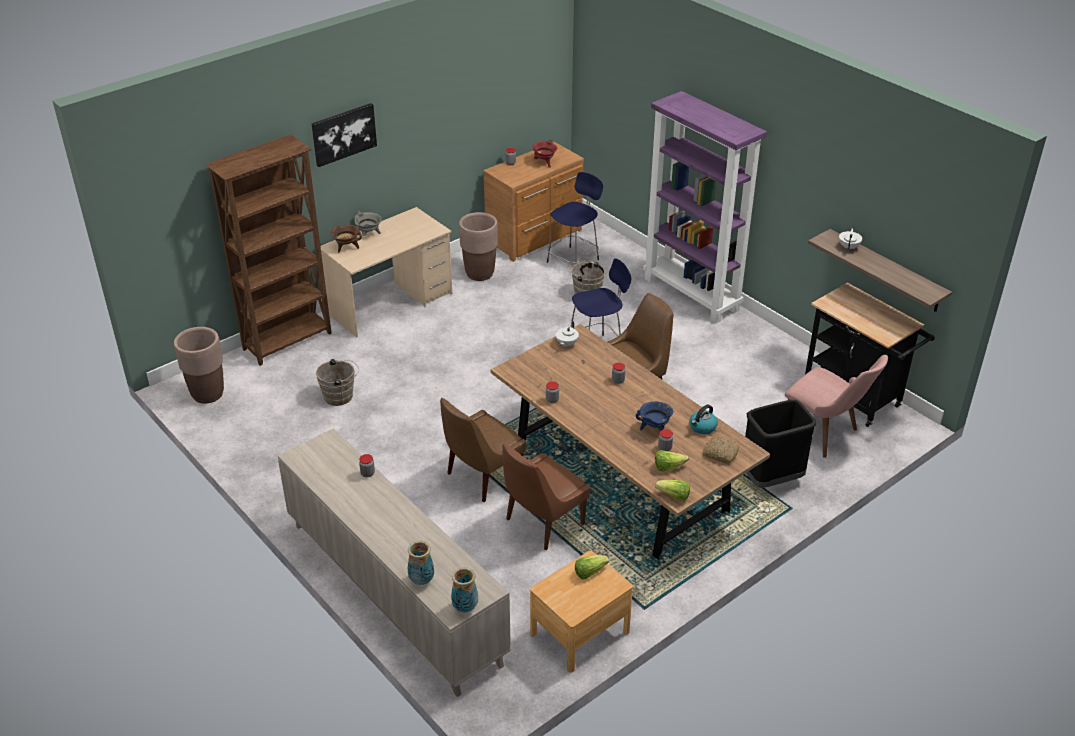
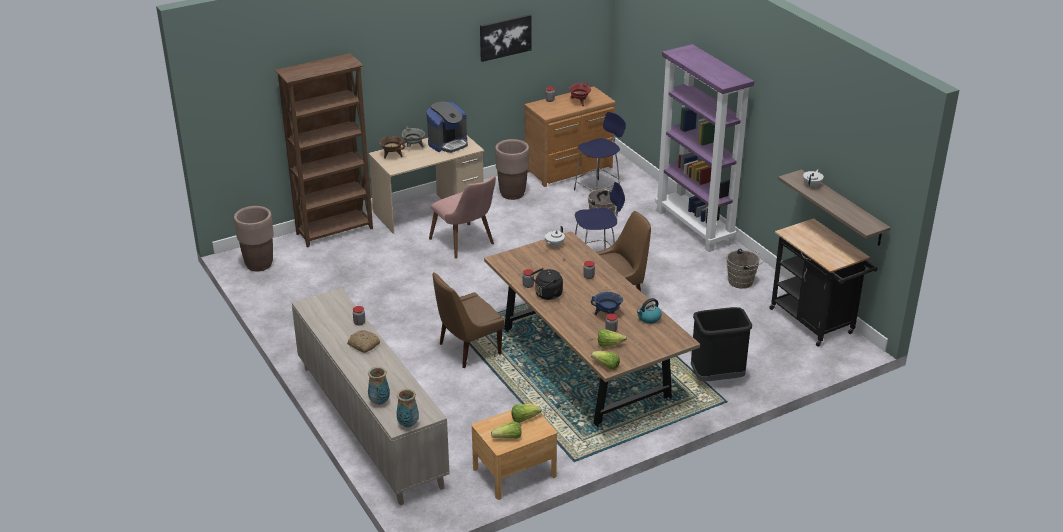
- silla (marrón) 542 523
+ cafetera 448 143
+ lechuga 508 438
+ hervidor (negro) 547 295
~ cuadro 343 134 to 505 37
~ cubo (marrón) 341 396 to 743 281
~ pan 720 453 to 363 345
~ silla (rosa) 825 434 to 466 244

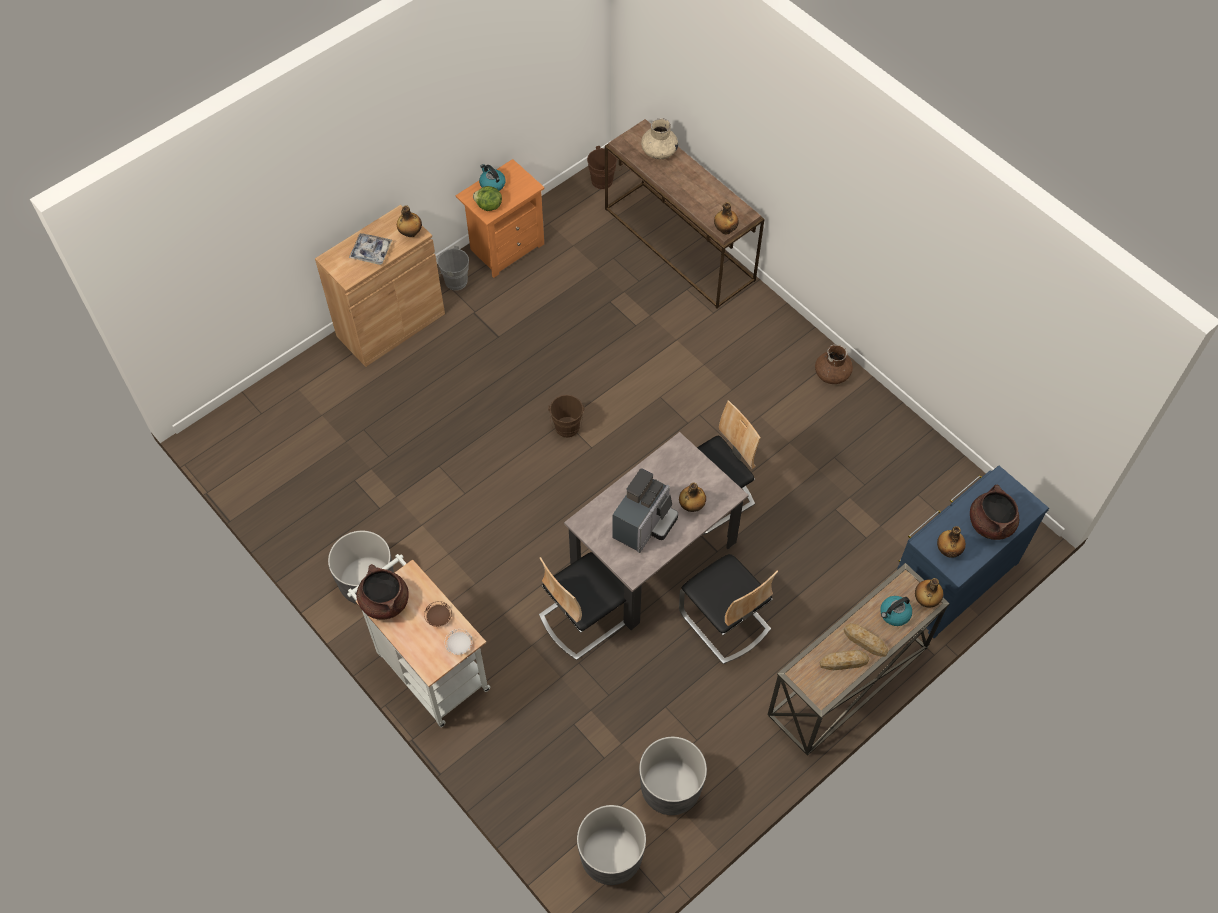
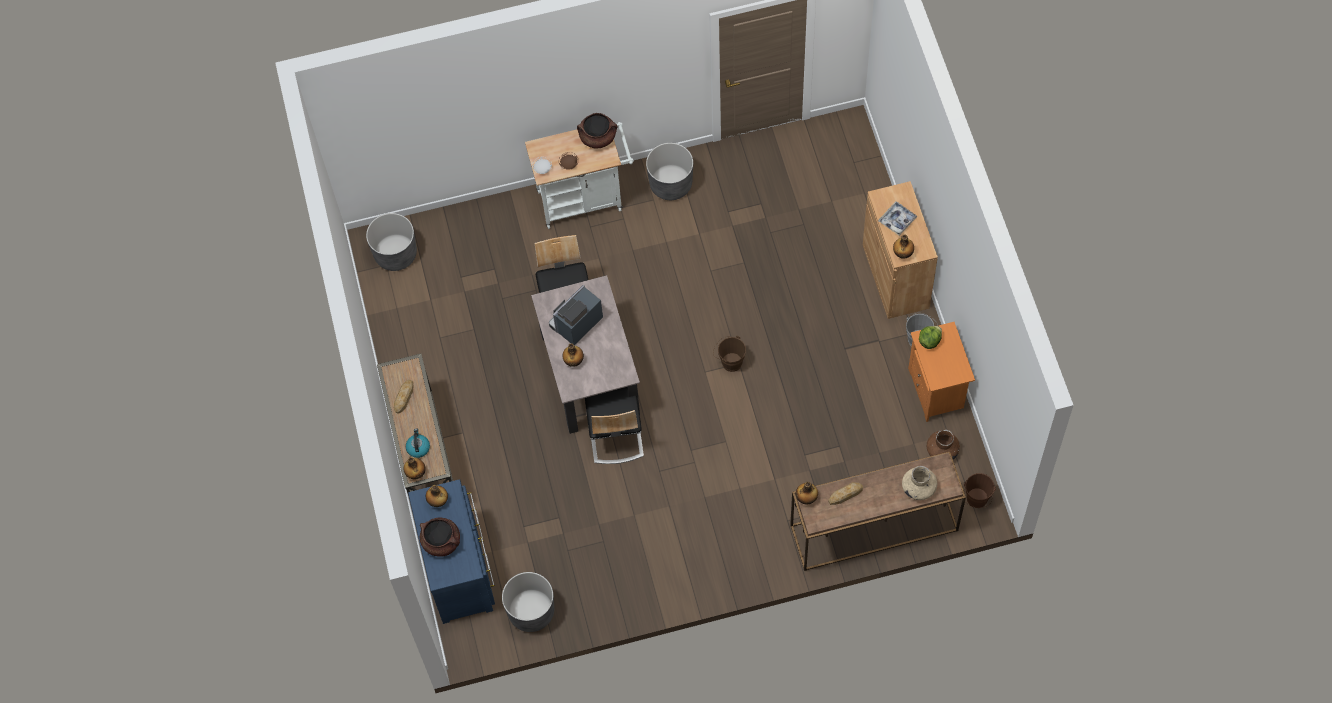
- hervidor 492 184
- silla 724 621
~ maceta (gris) 670 788 to 531 611
~ florero (marrón) 832 374 to 942 450
~ pan 865 641 to 845 494
~ cafetera 644 525 = 575 324 75 degrees clockwise

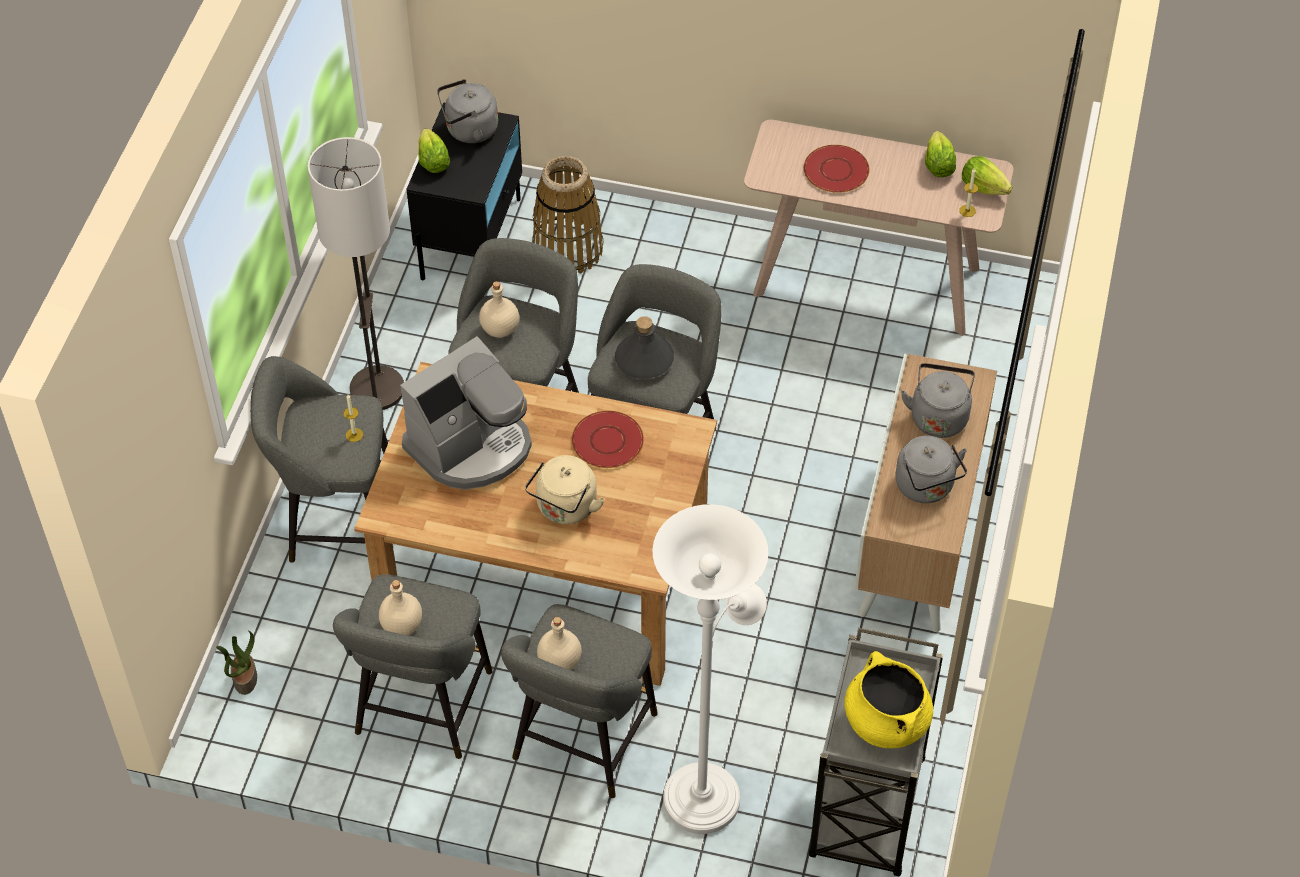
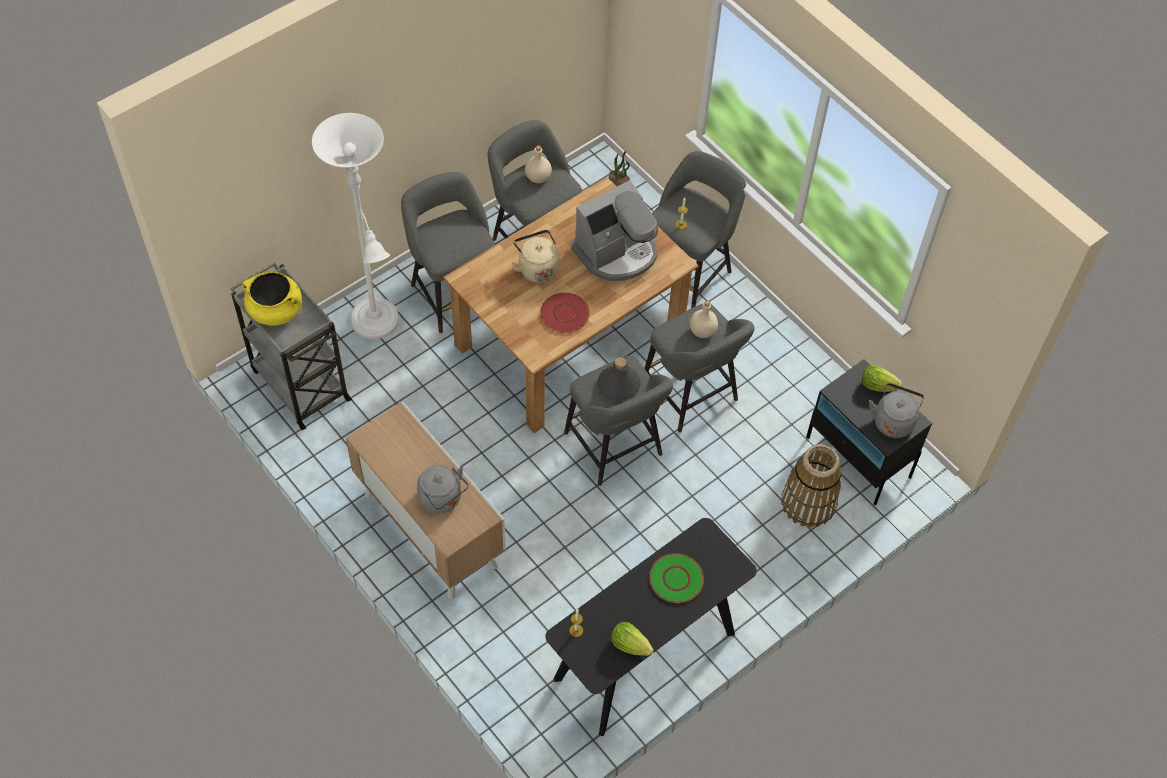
- lámpara de pie 377 389
- botella (beis) 559 661
- hervidor (gris) 926 487
- lechuga 983 187
~ mesa consola (beis) 867 280 to mesa consola (negro) 645 656
~ plato (rojo) 836 170 to plato (verde) 676 579
~ cafetera 471 446 = 616 253 120 degrees counterclockwise

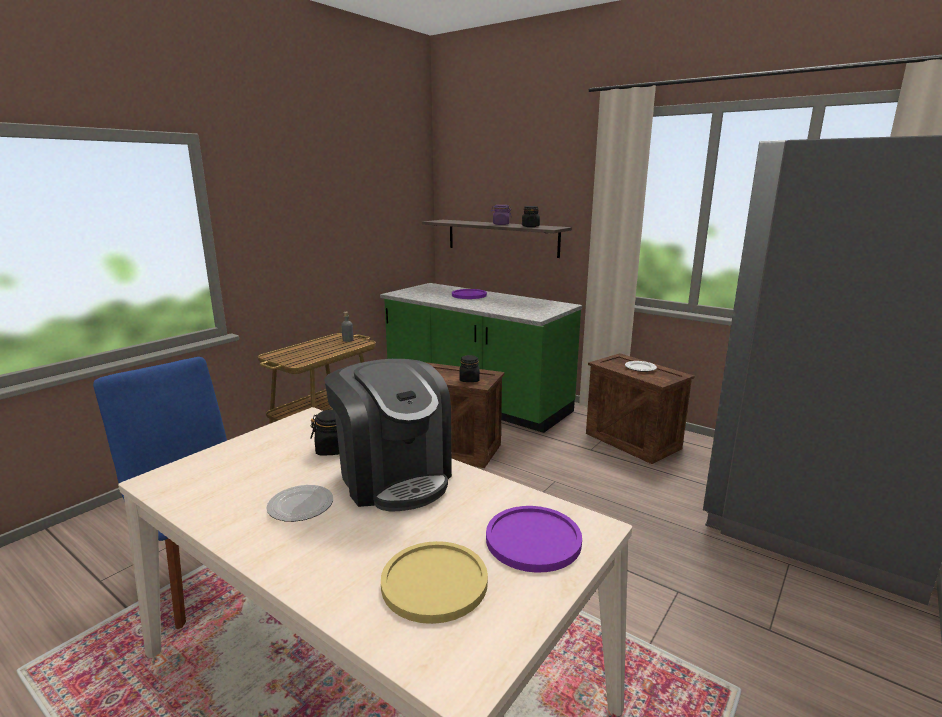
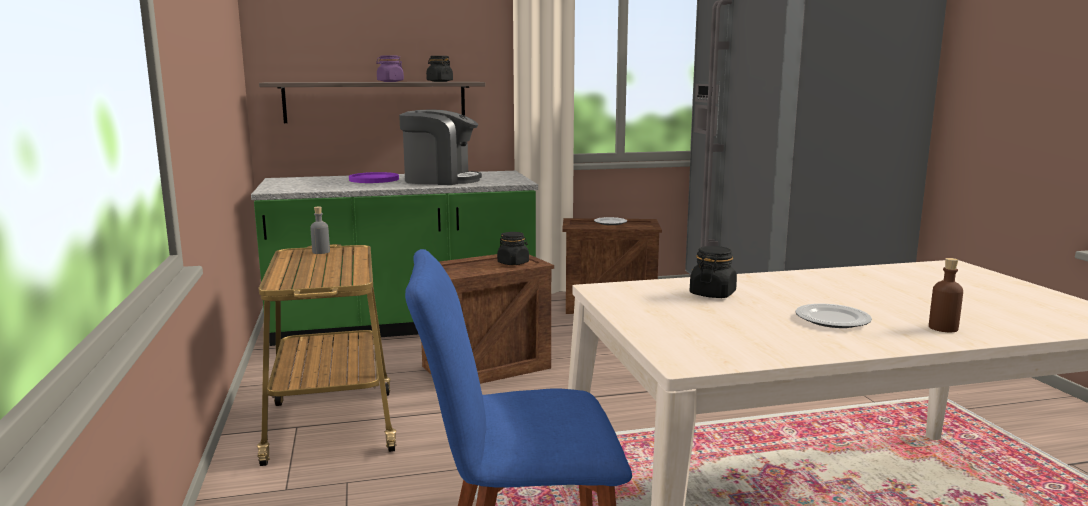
- plato (amarillo) 434 582
- plato (morado) 533 540
+ botella (marrón) 943 328
~ cafetera 393 476 to 440 180

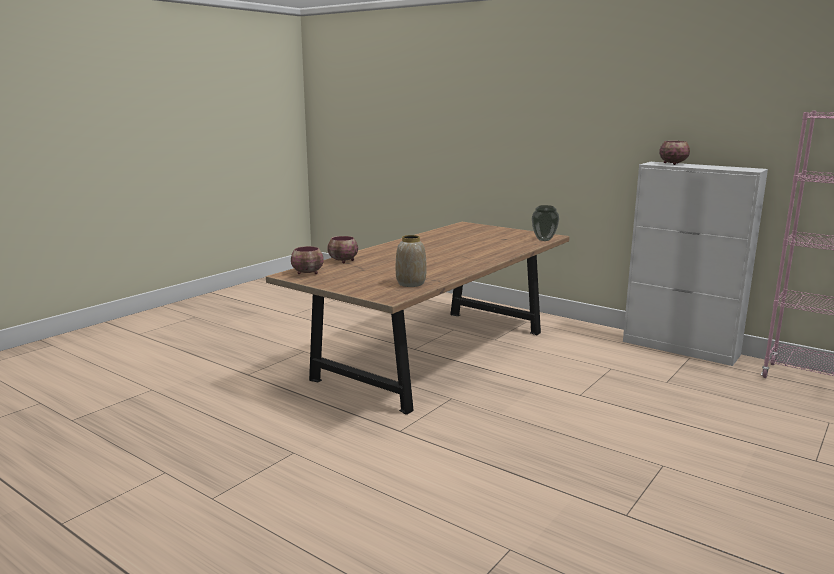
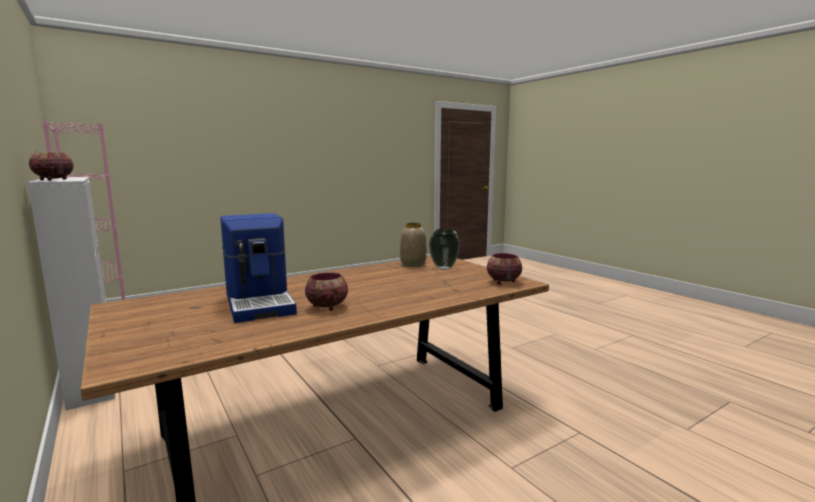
+ cafetera 260 303
~ cuenco 343 261 to 327 307
~ florero 544 240 to 443 268

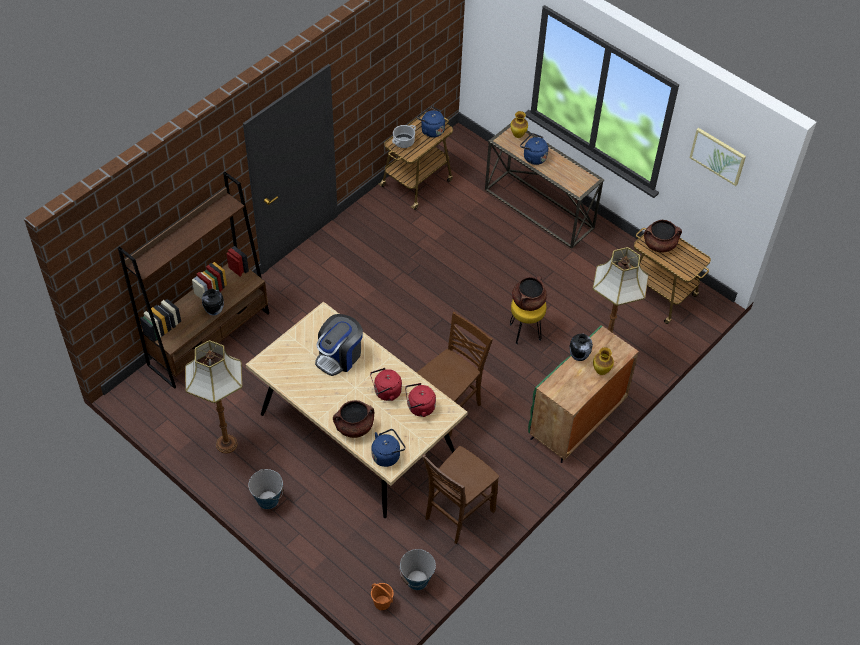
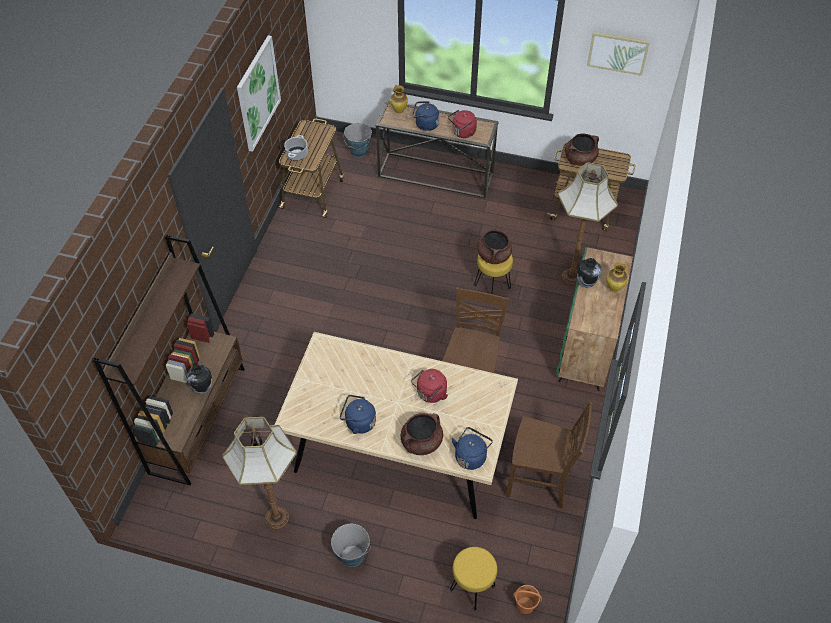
- cafetera 339 356
+ cuadro 258 93
+ taburete (amarillo) 472 588
~ cubo 417 580 to 359 151
~ hervidor (rojo) 419 408 to 462 133
~ hervidor (azul) 431 130 to 358 422
~ silla (marrón) 457 514 = 539 483 90 degrees counterclockwise

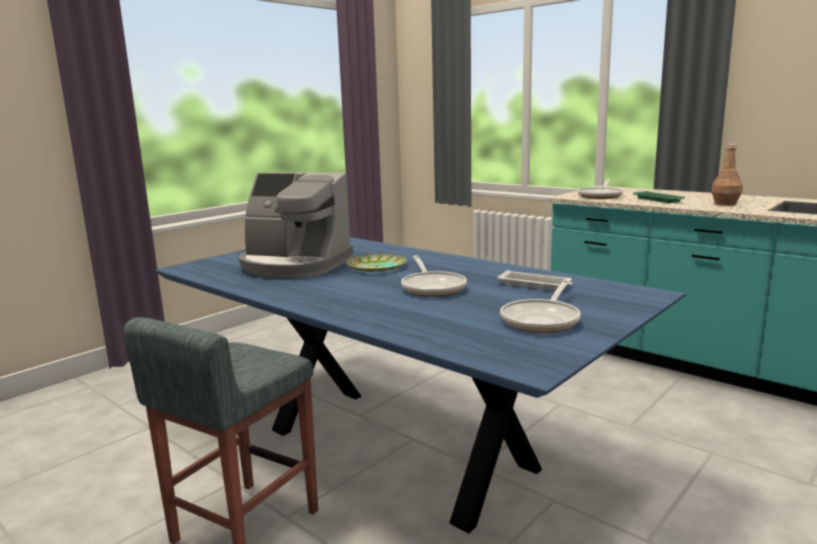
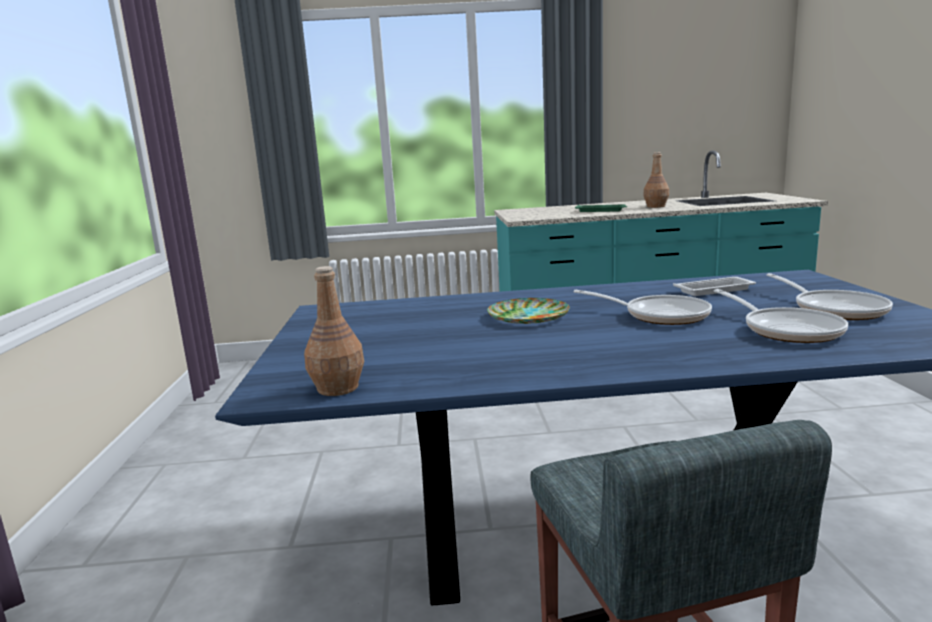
- cafetera 294 265
+ botella (marrón) 337 388
~ sartén 601 196 to 786 330

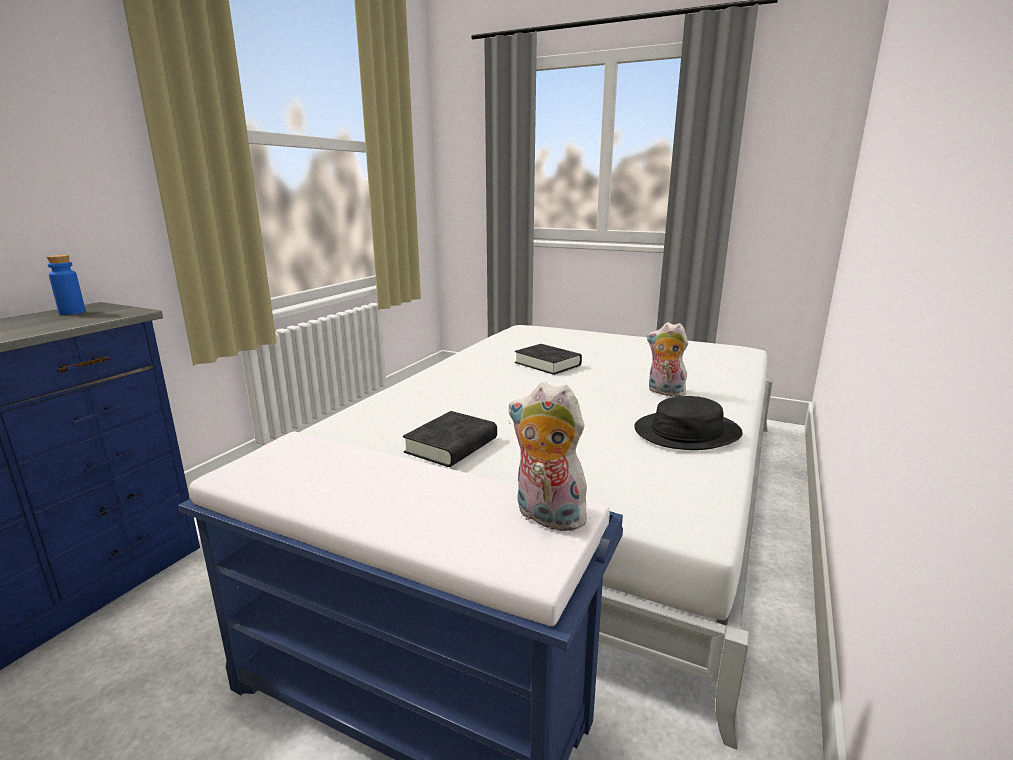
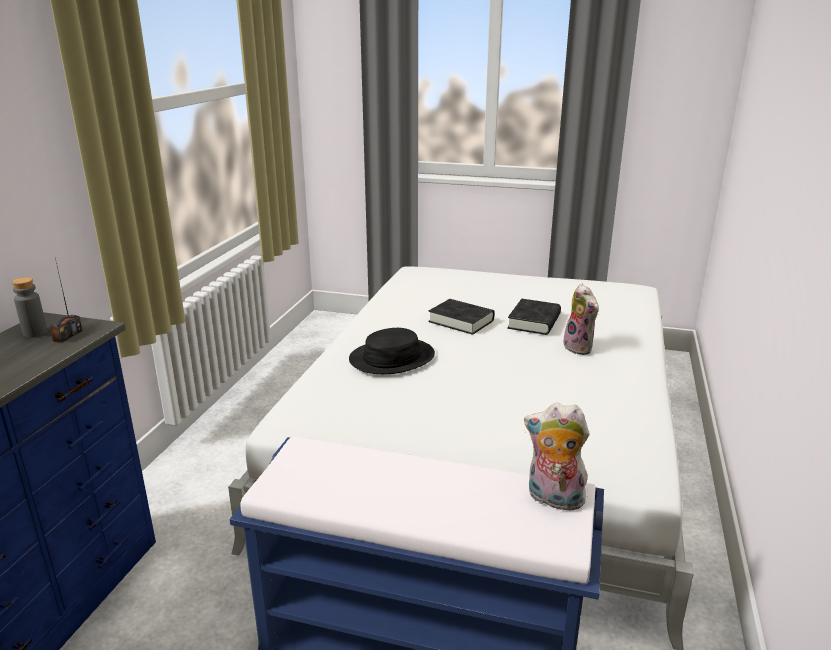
+ radio 67 336
~ libro (negro) 451 445 to 534 322
~ sombrero (negro) 686 432 to 392 358
~ botella (azul) 72 312 to botella (gris) 35 333
~ peluche 664 392 = 580 348 135 degrees counterclockwise

